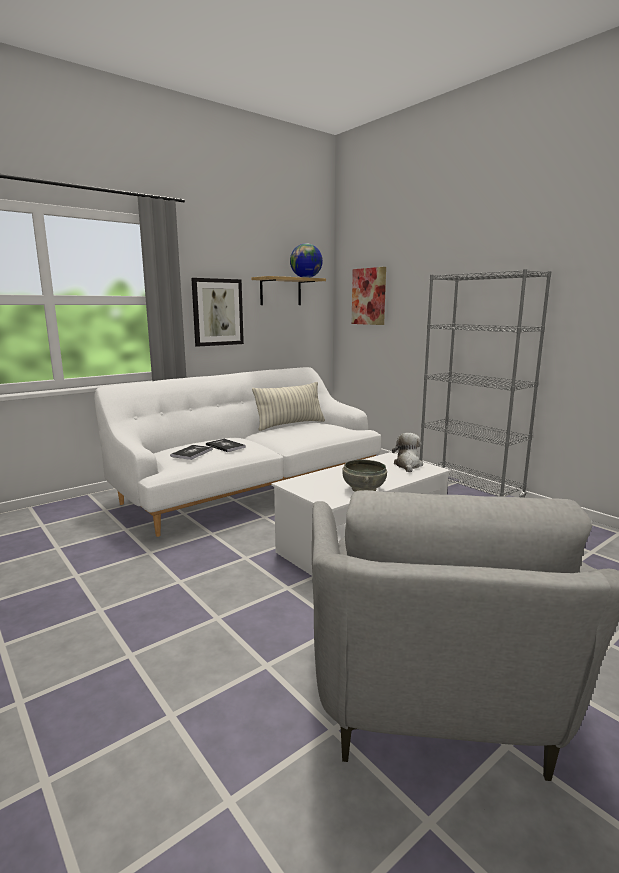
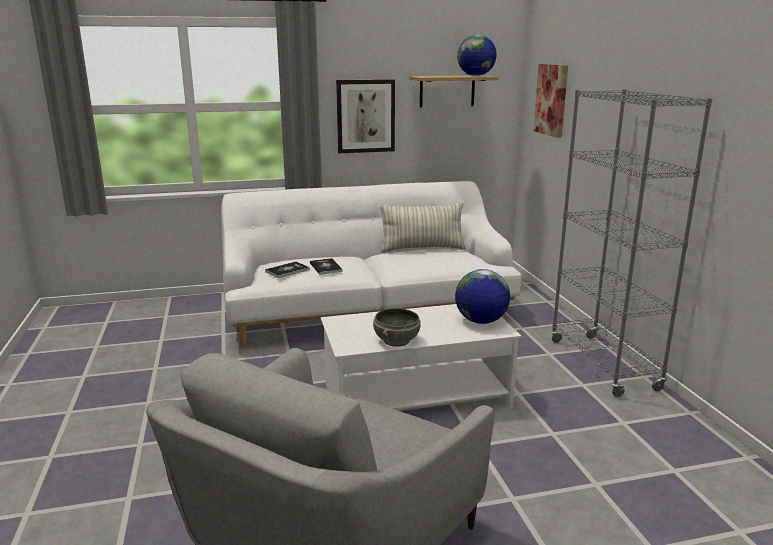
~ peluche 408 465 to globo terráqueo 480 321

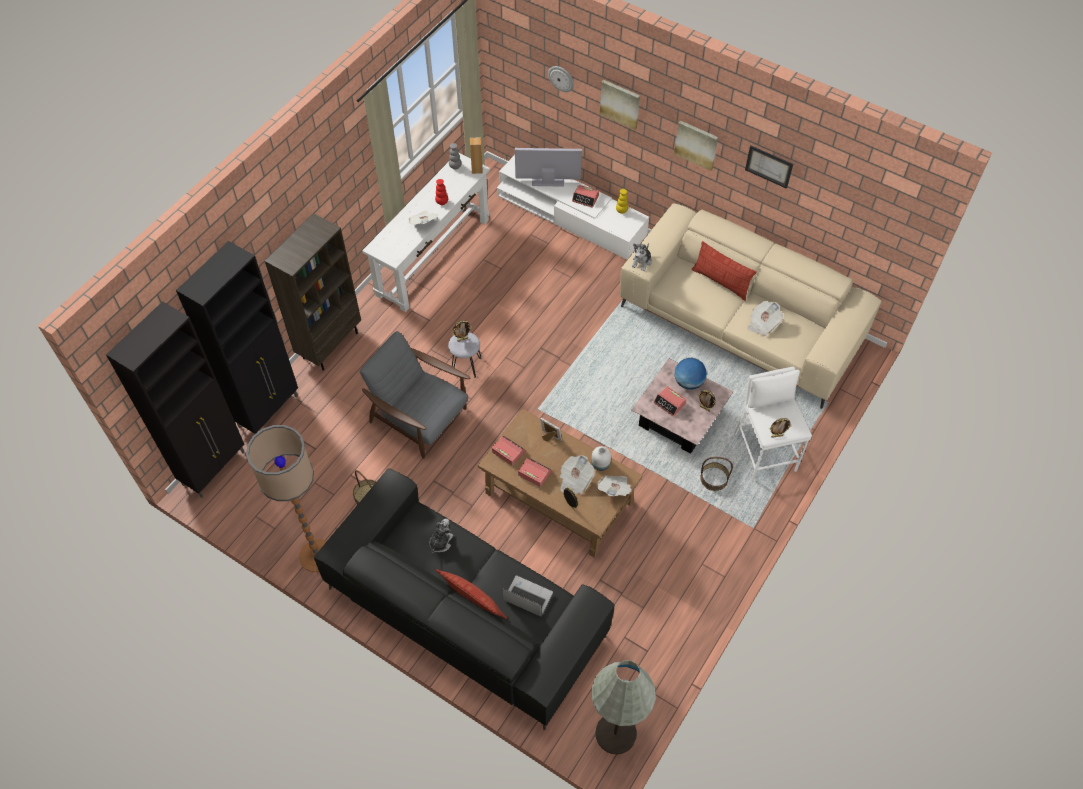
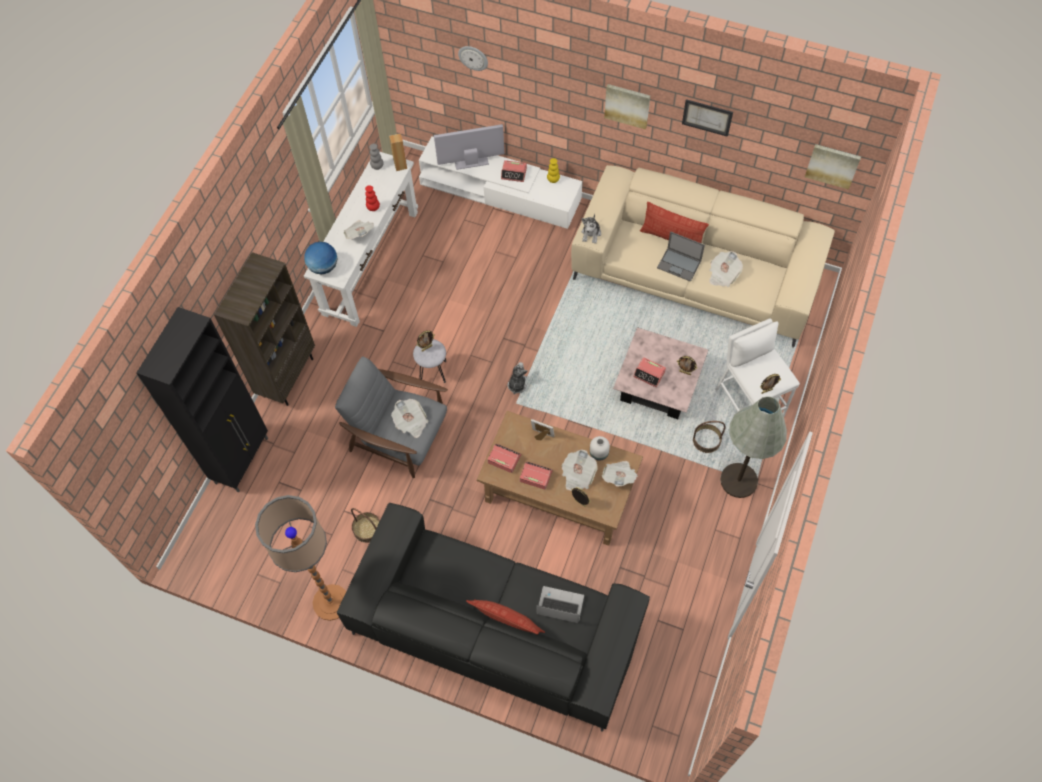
- armario (negro) 215 468
+ periódico 411 422
+ portátil 679 264
~ peluche 440 542 to 517 384
~ lámpara de pie (gris) 616 733 to 738 480
~ cuadro 620 103 to 832 165
~ globo terráqueo 688 382 to 323 267

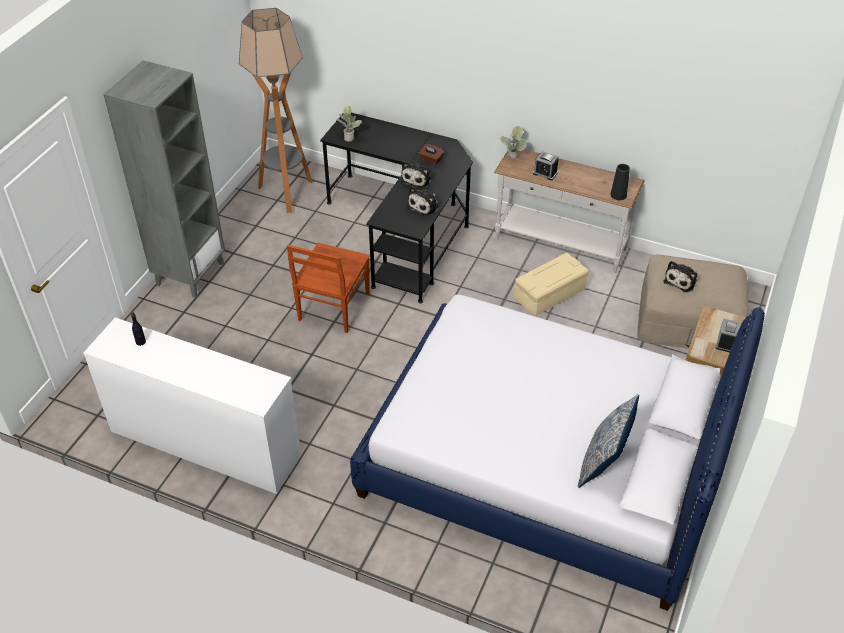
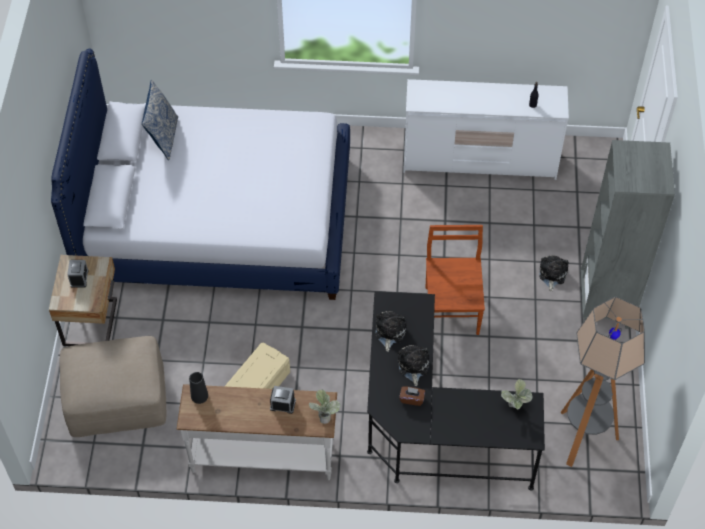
~ peluche 681 280 to 552 275

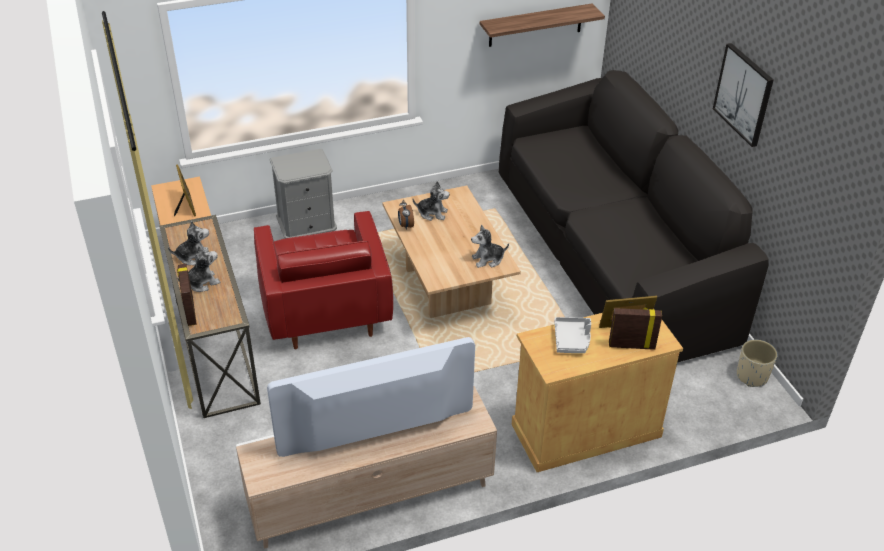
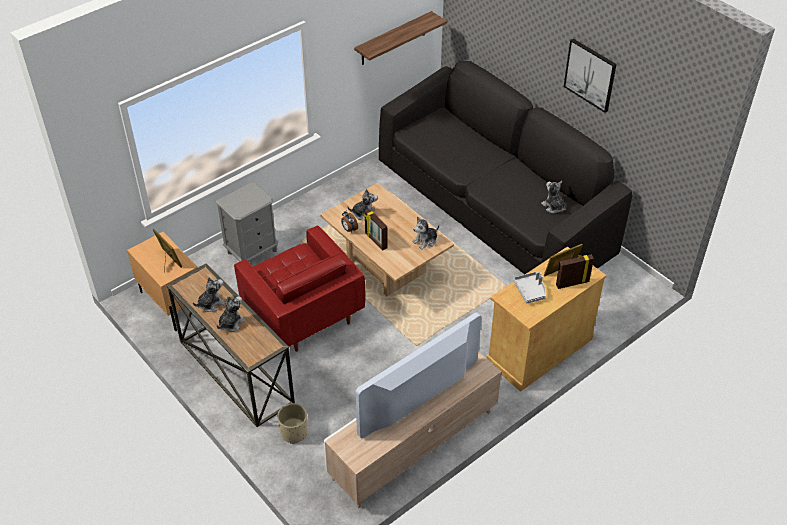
+ peluche 553 207
~ portarretratos 189 311 to 375 241
~ maceta (beis) 752 376 to 294 432

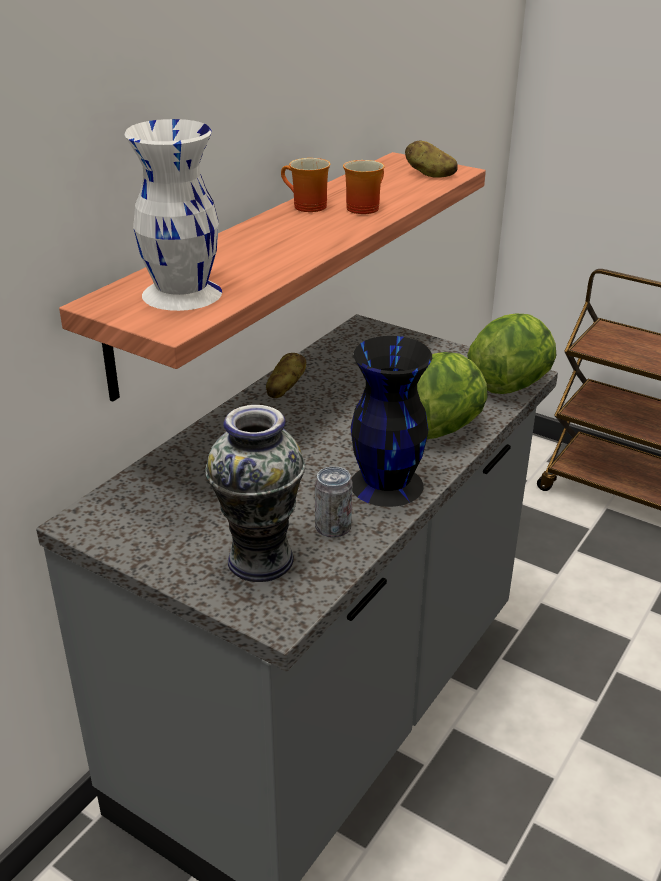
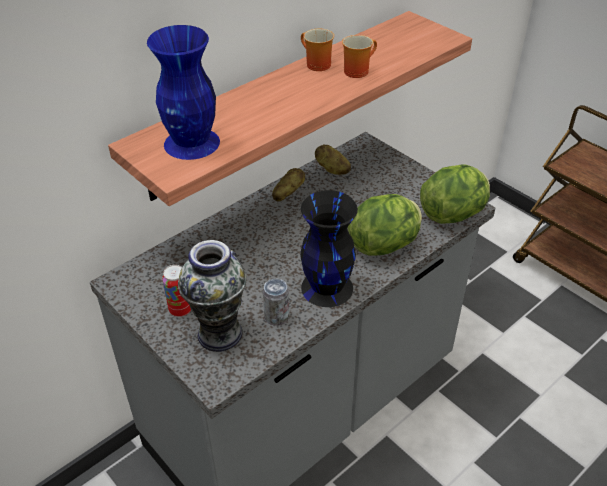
+ lata 180 310
~ patata 429 175 to 332 169
~ florero (blanco) 182 294 to florero (azul) 191 143

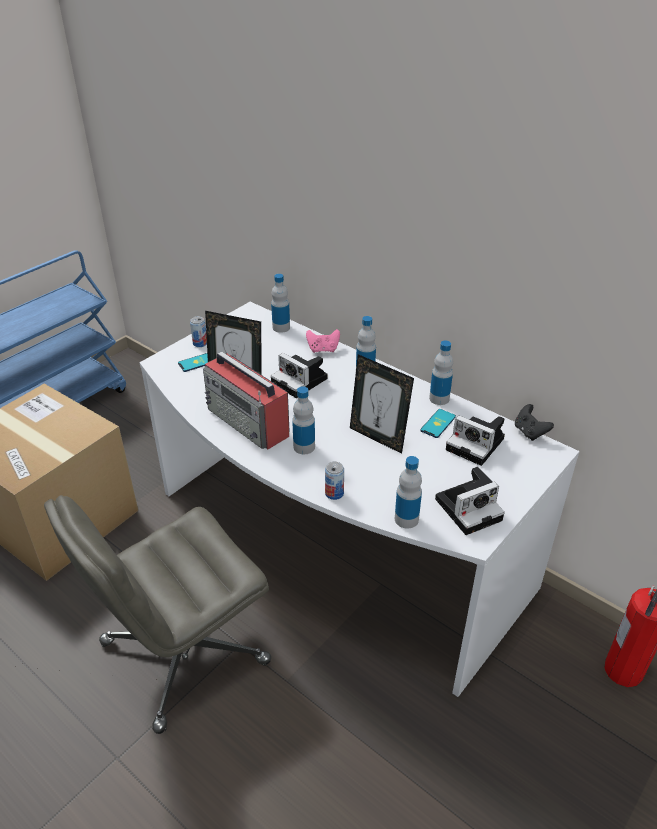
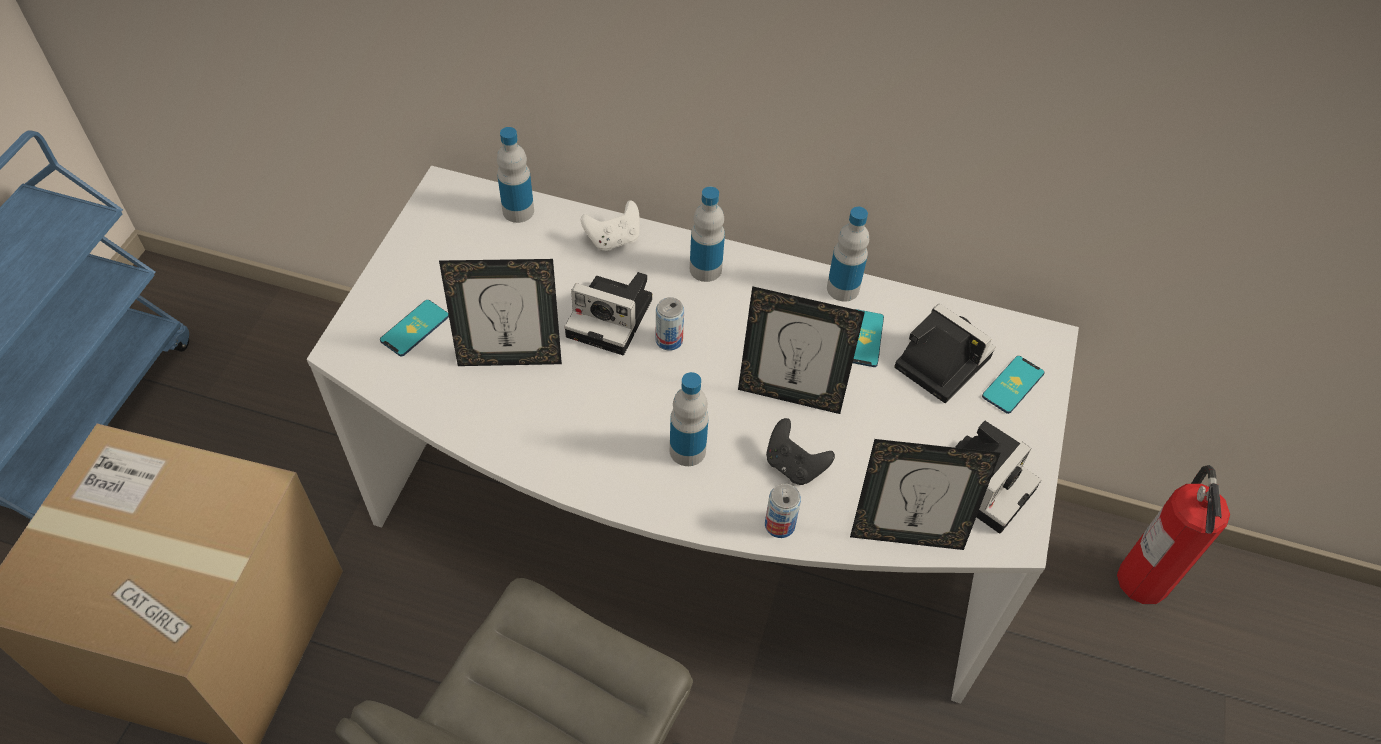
- radio 249 422
+ móvil 1013 385
~ lata 200 343 to 669 340
~ mando de consola (negro) 529 432 to 794 465
~ botella 406 519 to portarretratos 906 535
~ mando de consola (rosa) 323 349 to mando de consola (blanco) 613 240
~ cámara 477 444 = 938 361 150 degrees counterclockwise

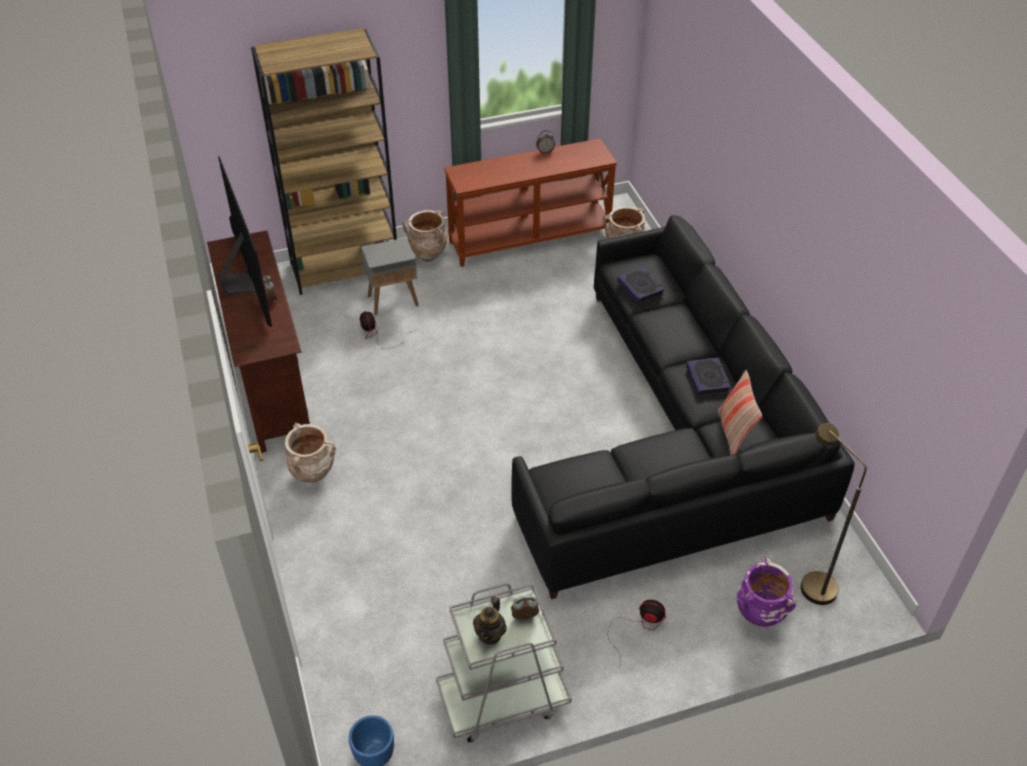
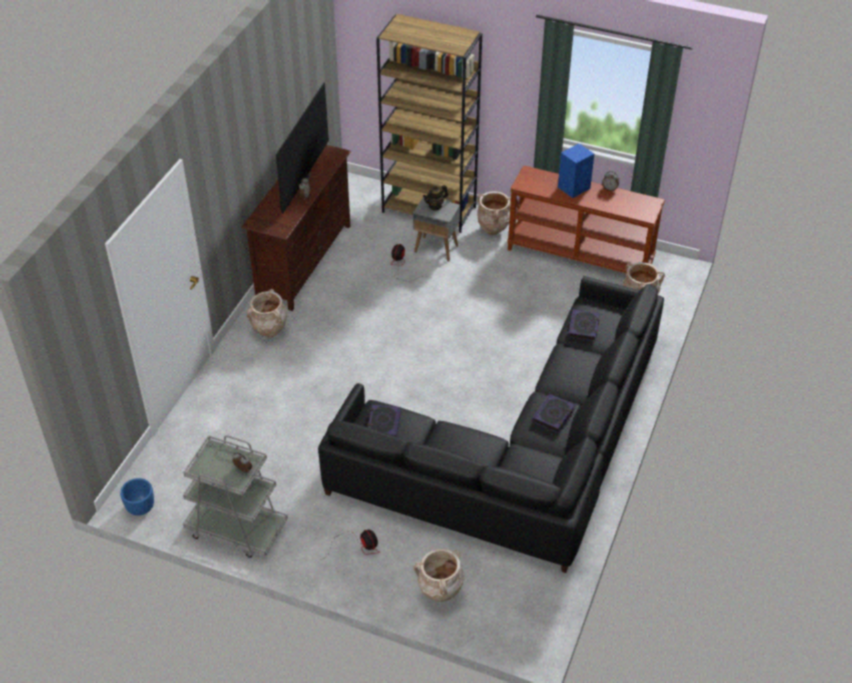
- cojín 734 433
- lámpara de pie (marrón) 810 582
+ libro 383 424
+ altavoz (azul) 574 187
~ tetera 490 634 to 435 206
~ florero (morado) 759 617 to florero (beis) 440 595

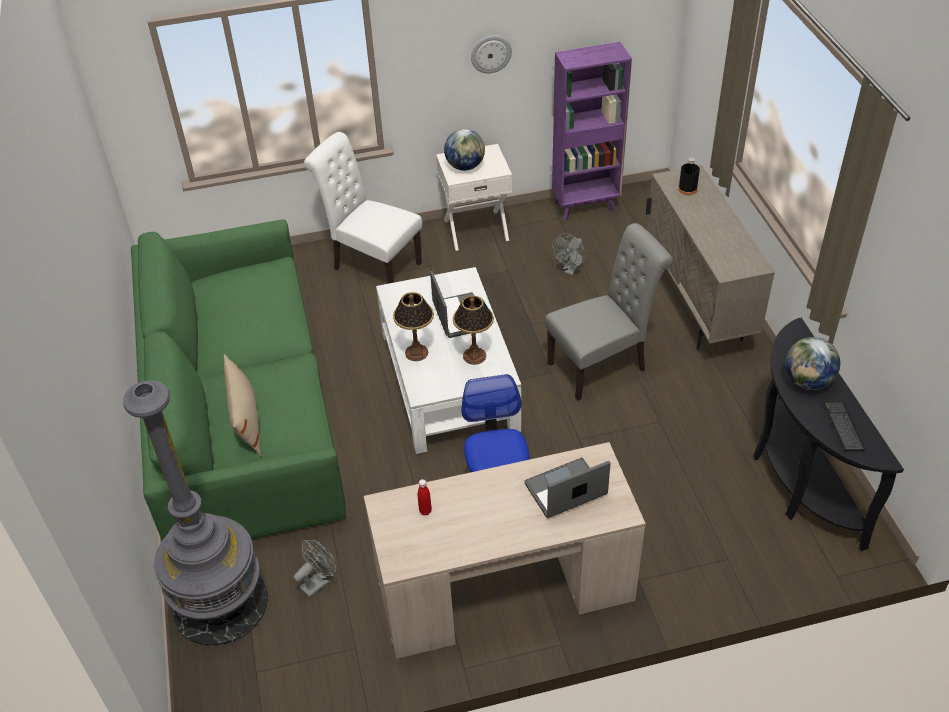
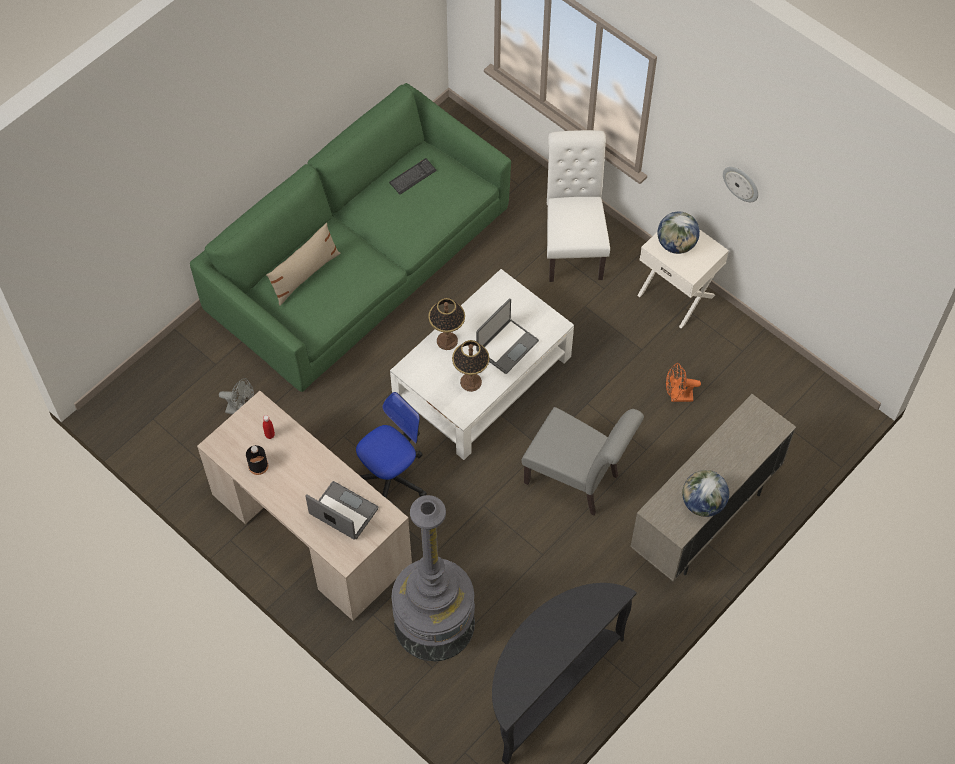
- estantería (morado) 586 206
~ lámpara de pie (gris) 220 603 to 434 622
~ botella (negro) 687 189 to 258 466
~ globo terráqueo 808 381 to 702 503
~ teclado 844 427 to 412 177
~ ventilador (gris) 570 270 to ventilador (naranja) 677 396

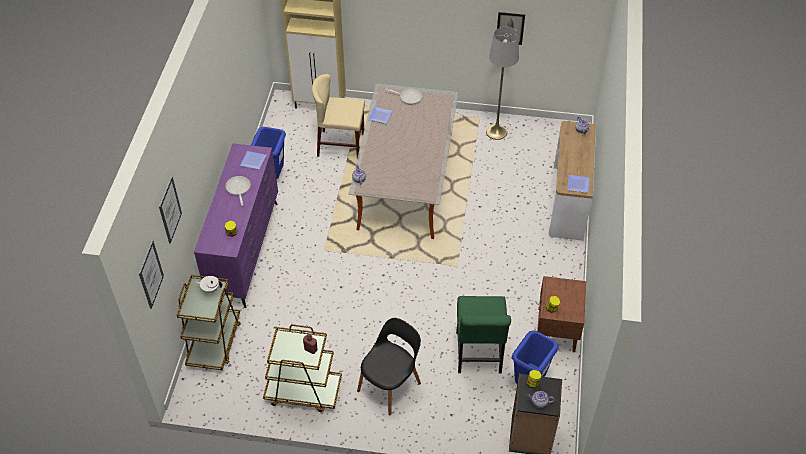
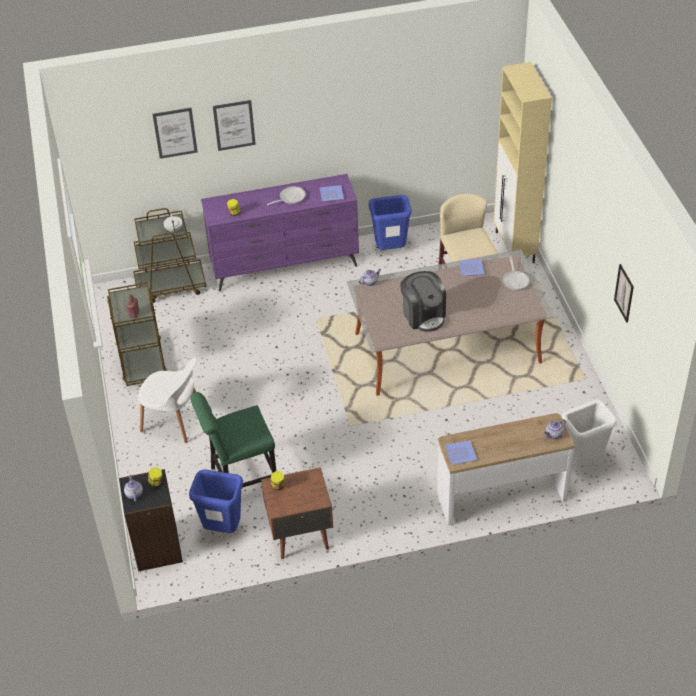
- lámpara de pie (gris) 496 132
+ cafetera 423 315
+ papelera (blanco) 582 462
~ cuadro 151 274 to 234 125
~ silla (negro) 390 385 to silla (blanco) 174 421

